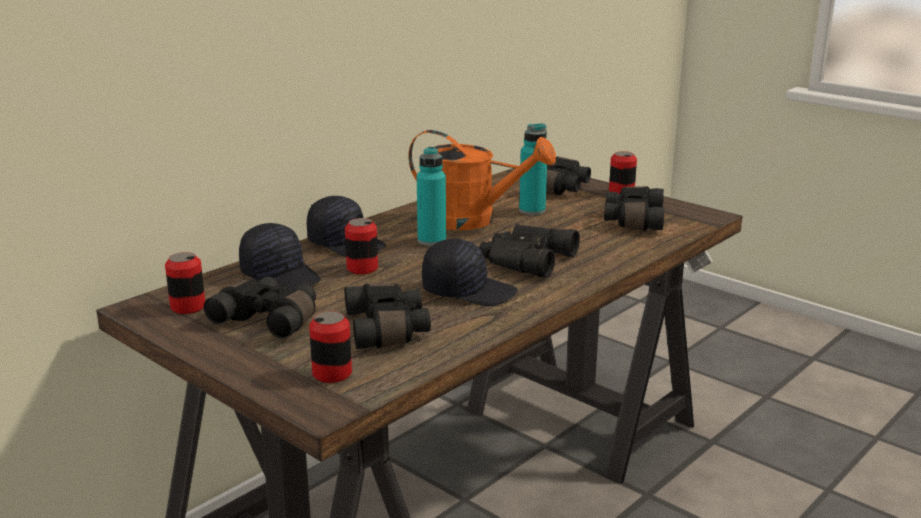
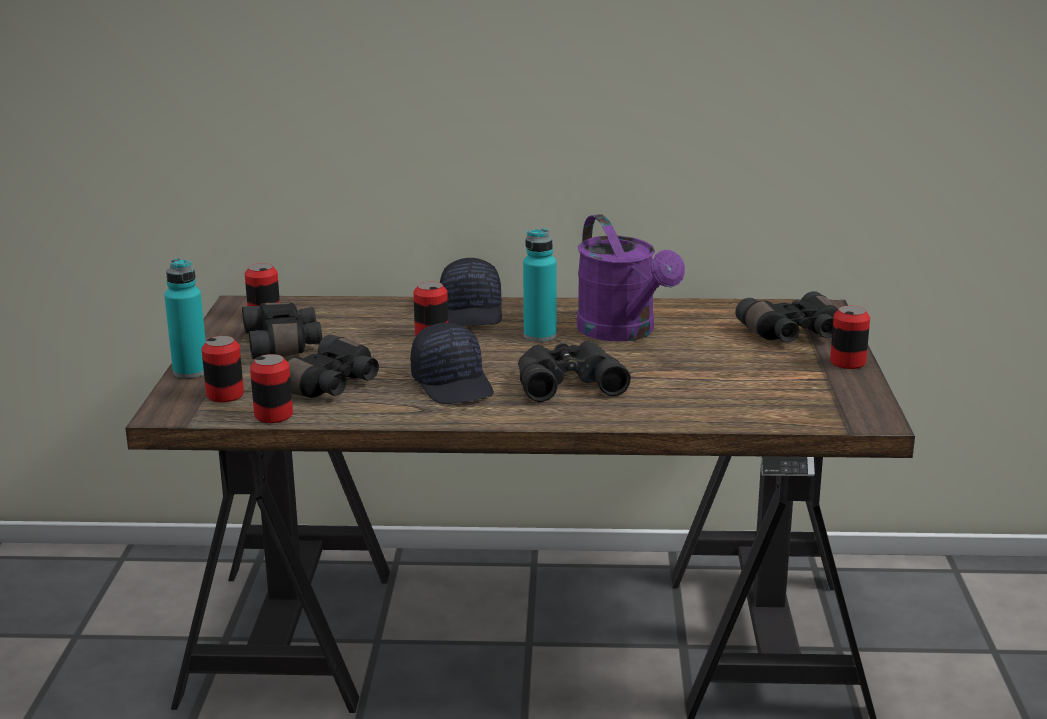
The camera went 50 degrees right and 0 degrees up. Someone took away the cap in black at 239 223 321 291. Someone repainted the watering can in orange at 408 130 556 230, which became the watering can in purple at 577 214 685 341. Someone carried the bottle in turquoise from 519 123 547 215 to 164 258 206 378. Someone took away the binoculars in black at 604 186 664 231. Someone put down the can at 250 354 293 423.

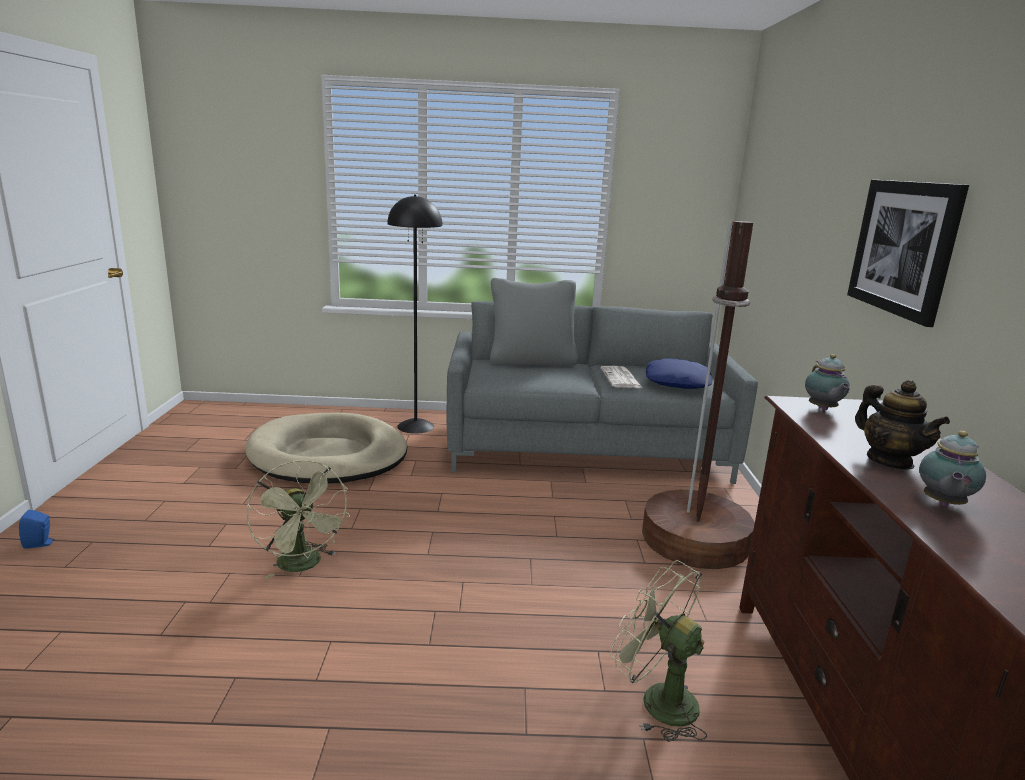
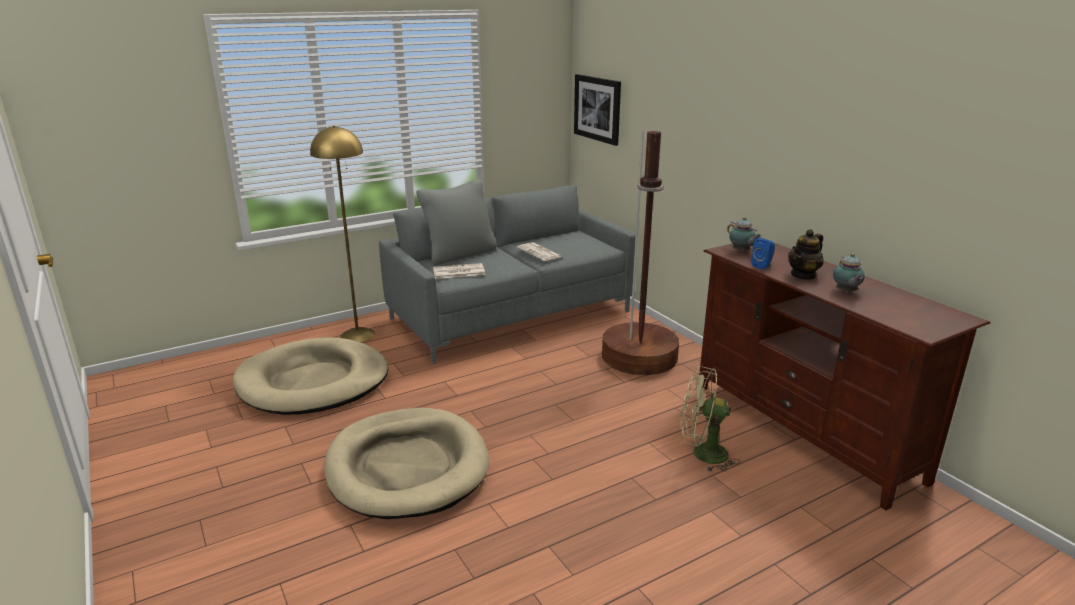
The camera went 30 degrees left and 5 degrees up. Someone carried the speaker in blue from 19 510 55 549 to 751 238 775 269. Someone swapped the fan in green at 246 460 350 580 for the dog bed in beige at 324 408 489 519. Someone repainted the floor lamp in black at 387 195 443 434, which became the floor lamp in yellow at 310 126 375 342. Someone took away the pillow in blue at 646 359 712 389. Someone carried the picture from 847 180 969 327 to 574 74 621 146. Someone rotated the teapot at 855 380 950 470 by 105 degrees clockwise. Someone put down the newspaper at 433 263 485 279.

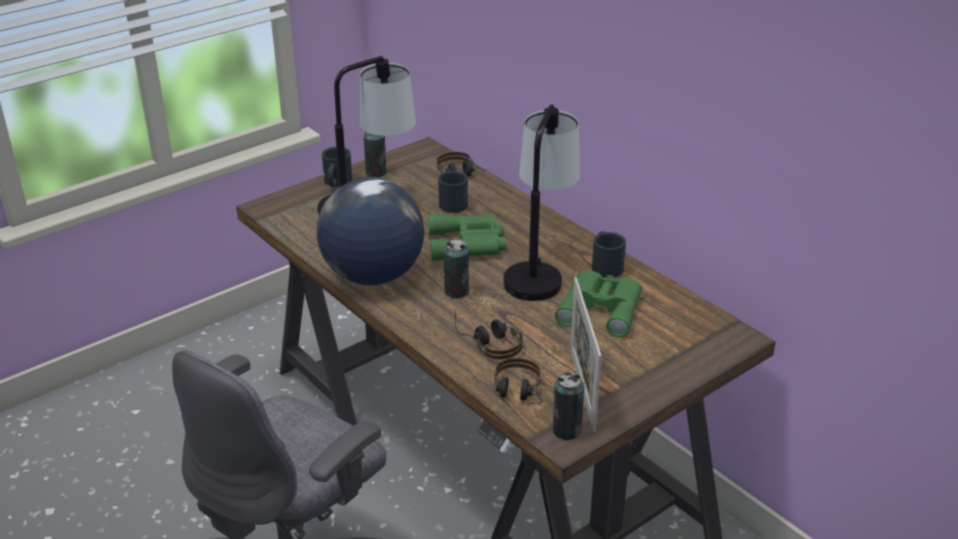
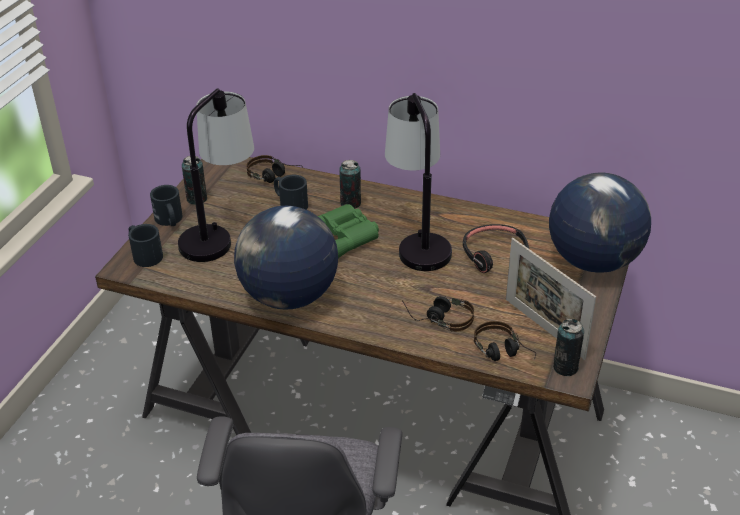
The camera went 30 degrees left and 5 degrees up. Someone carried the can from 444 239 469 298 to 339 160 361 209. Someone swapped the binoculars in green at 555 271 642 337 for the headphones in black at 463 224 529 273. Someone carried the mug in black from 592 231 626 278 to 128 224 163 267. Someone put down the globe at 549 173 651 272.

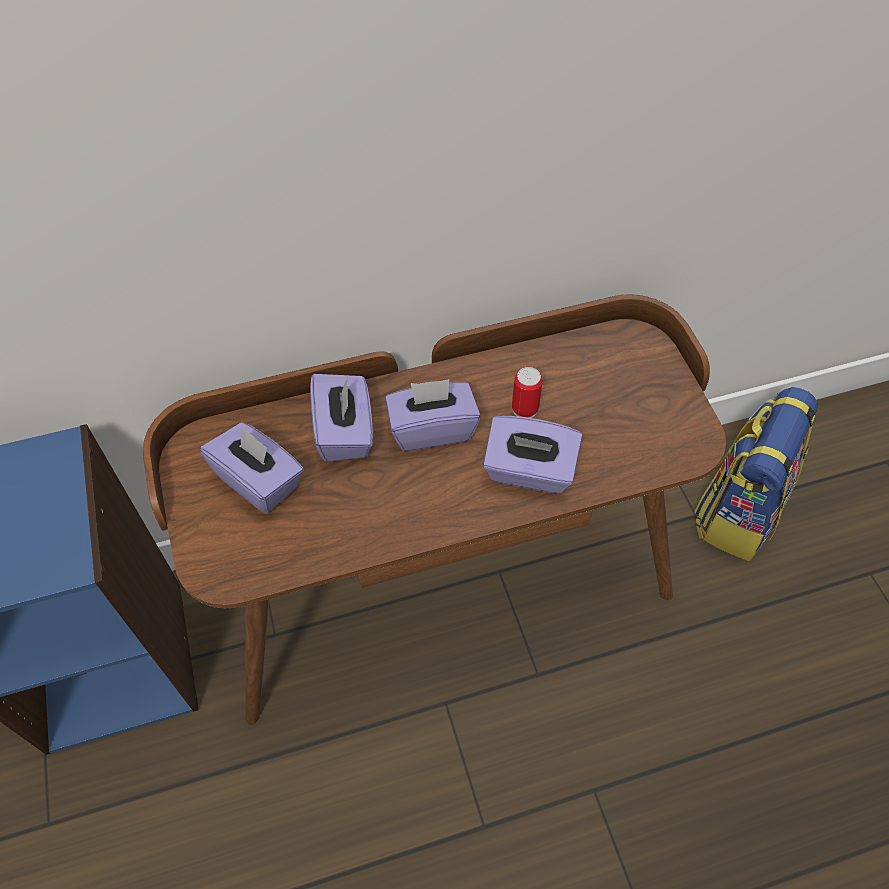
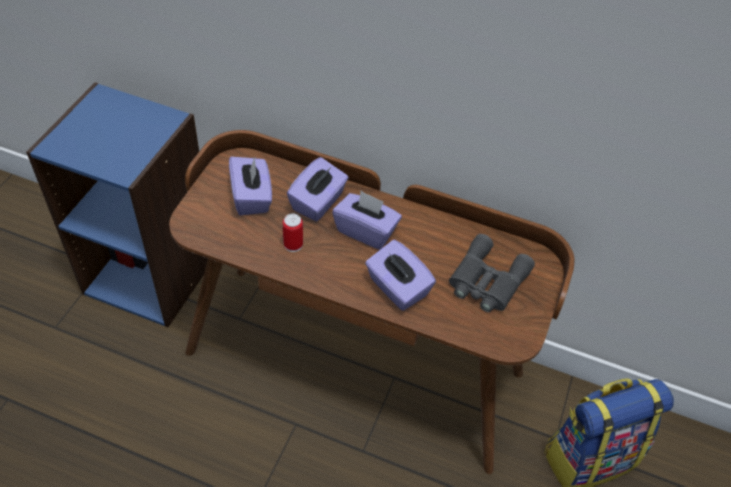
The camera went 35 degrees right and 5 degrees down. Someone carried the can from 512 367 543 418 to 283 214 303 252. Someone put down the binoculars in grey at 449 234 535 312.

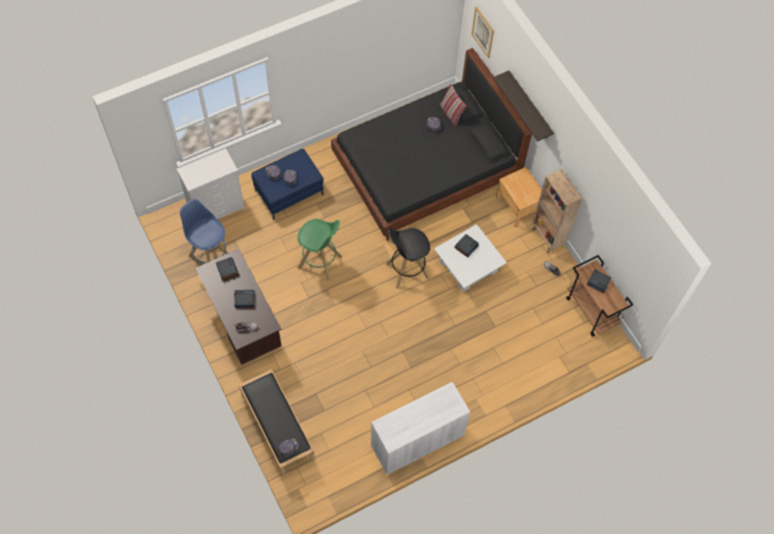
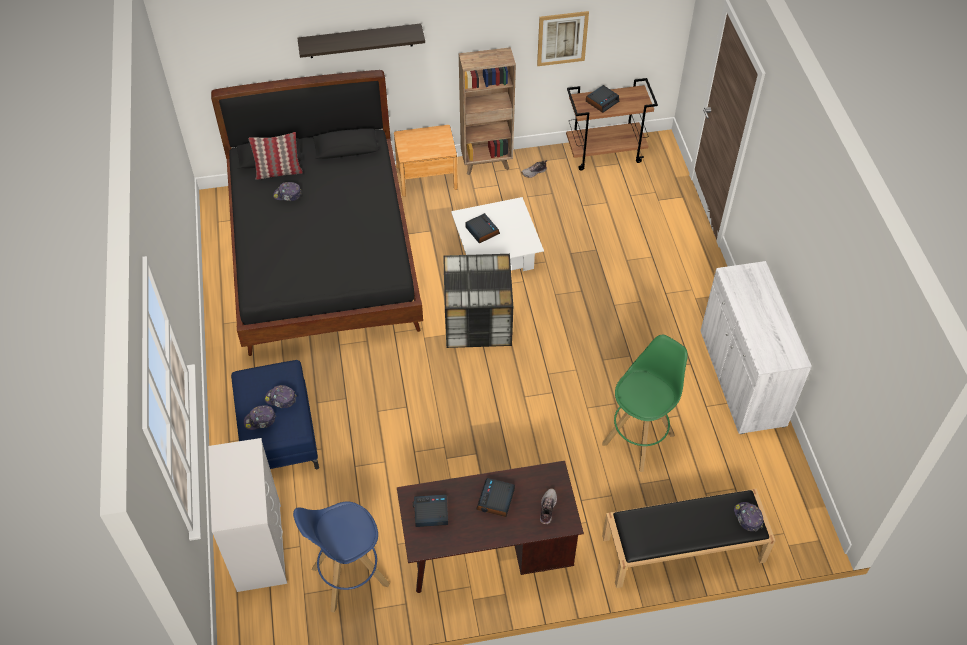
The camera went 70 degrees left and 10 degrees down. Someone carried the stool in green from 297 219 342 281 to 602 335 688 472. Someone swapped the stool in black at 386 228 430 289 for the storage box at 443 254 513 348. Someone carried the picture from 471 6 494 59 to 537 11 589 66.

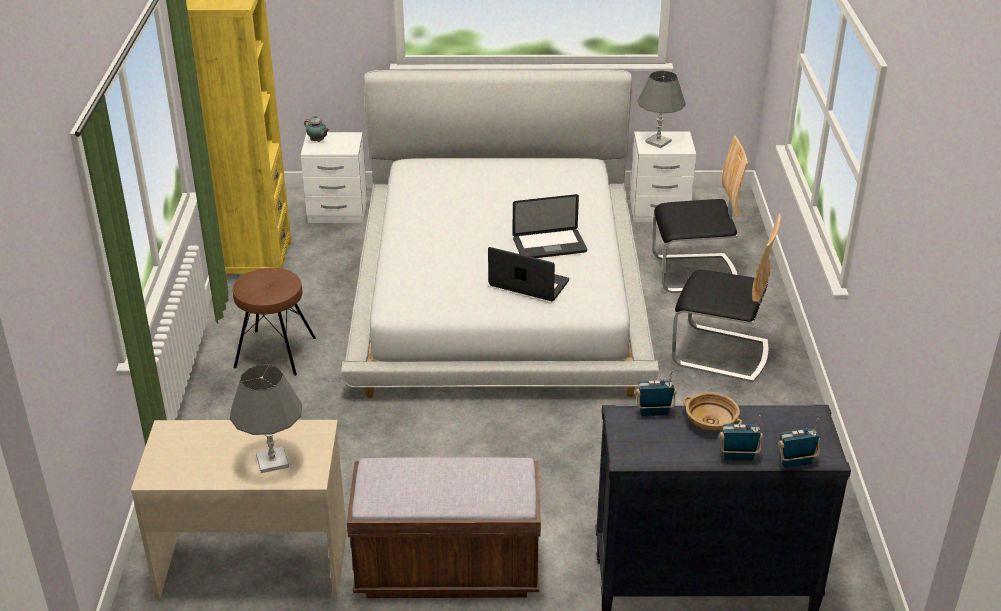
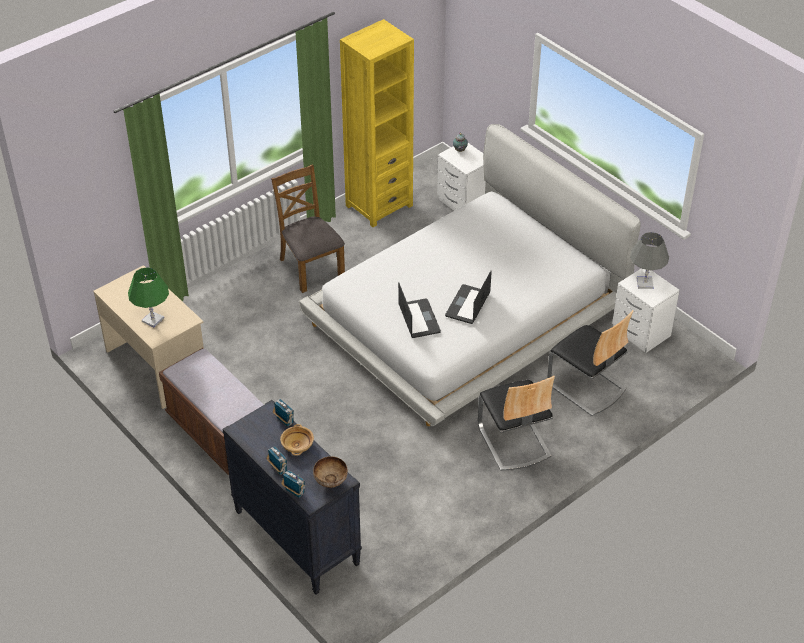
The camera went 50 degrees right and 10 degrees up. Someone repainted the table lamp in grey at 230 365 302 473, which became the table lamp in green at 128 267 169 328. Someone swapped the stool in brown at 233 268 316 376 for the chair in brown at 271 165 345 293. Someone rotated the laptop at 513 194 587 258 by 75 degrees clockwise. Someone put down the bowl at 313 456 348 488.

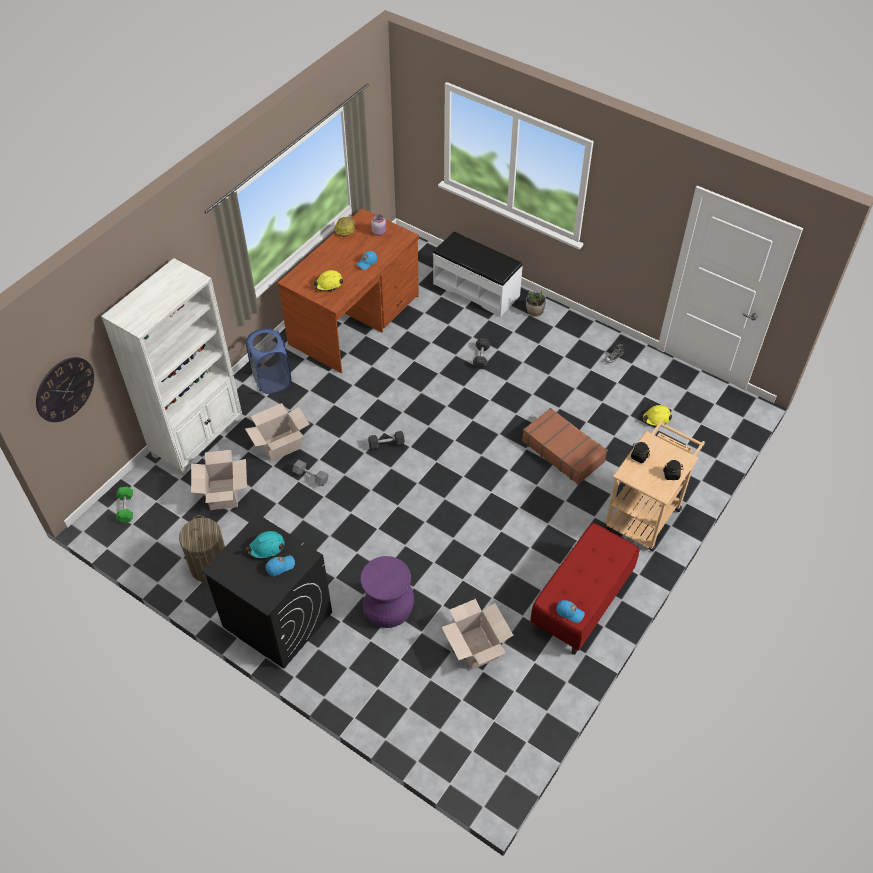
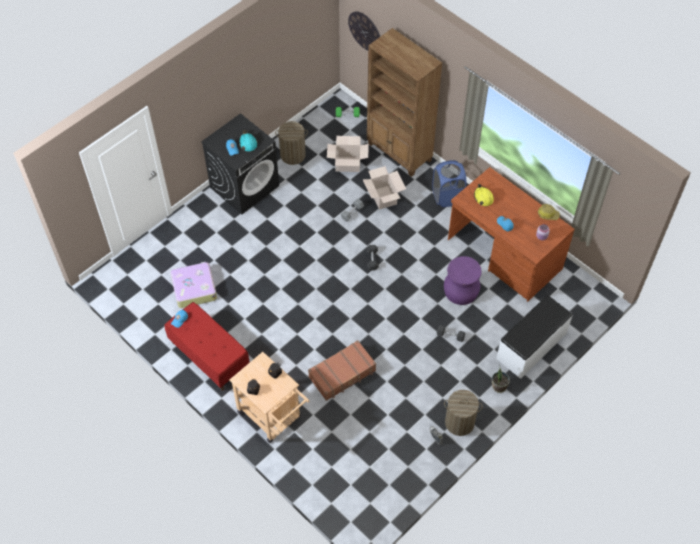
The camera went 100 degrees right and 5 degrees up. Someone repainted the bookcase in white at 101 258 242 476, which became the bookcase in brown at 367 28 442 177. Someone carried the stool in purple from 360 556 414 628 to 444 256 482 305. Someone swapped the cardboard box at 441 599 514 670 for the suitcase at 170 262 217 308. Someone took away the hard hat in yellow at 642 405 672 427. Someone put down the laundry basket at 444 390 483 436.

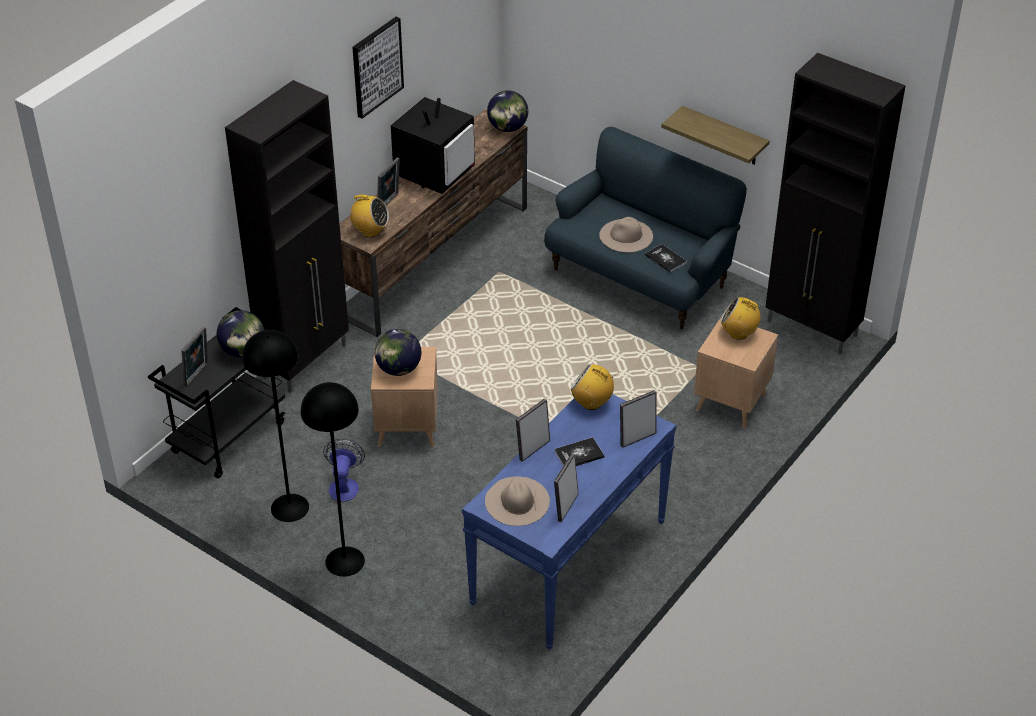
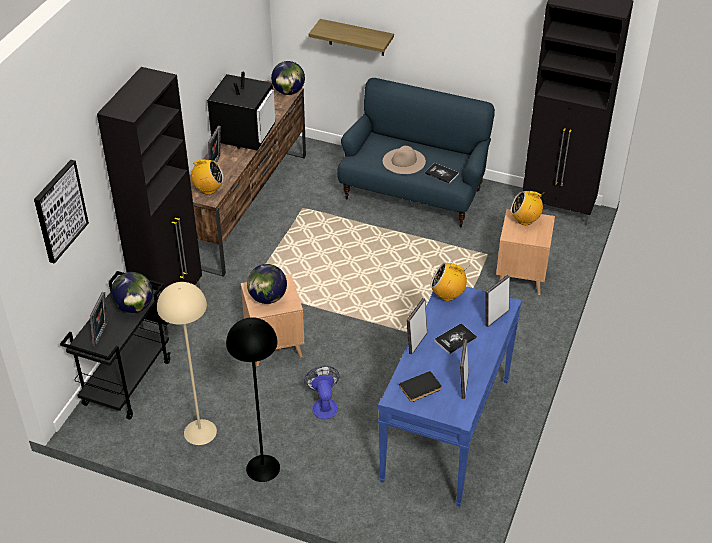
The camera went 15 degrees left and 0 degrees up. Someone repainted the floor lamp in black at 242 330 309 522, which became the floor lamp in beige at 157 282 217 445. Someone carried the fan from 323 438 365 502 to 304 366 340 419. Someone carried the picture from 352 17 404 119 to 34 160 89 264. Someone swapped the hat in beige at 485 477 550 526 for the book in black at 399 371 442 402. Someone carried the shelf from 661 106 769 165 to 308 19 394 56.

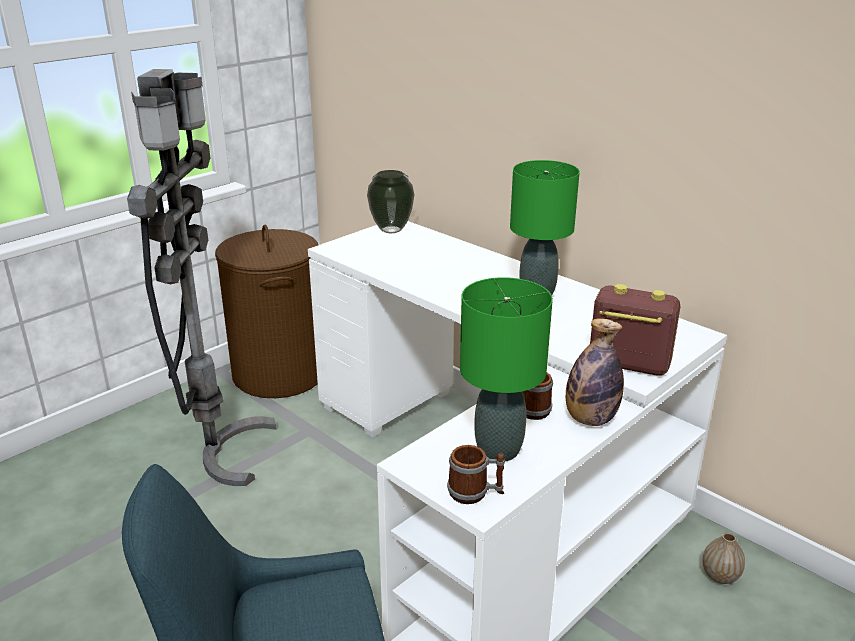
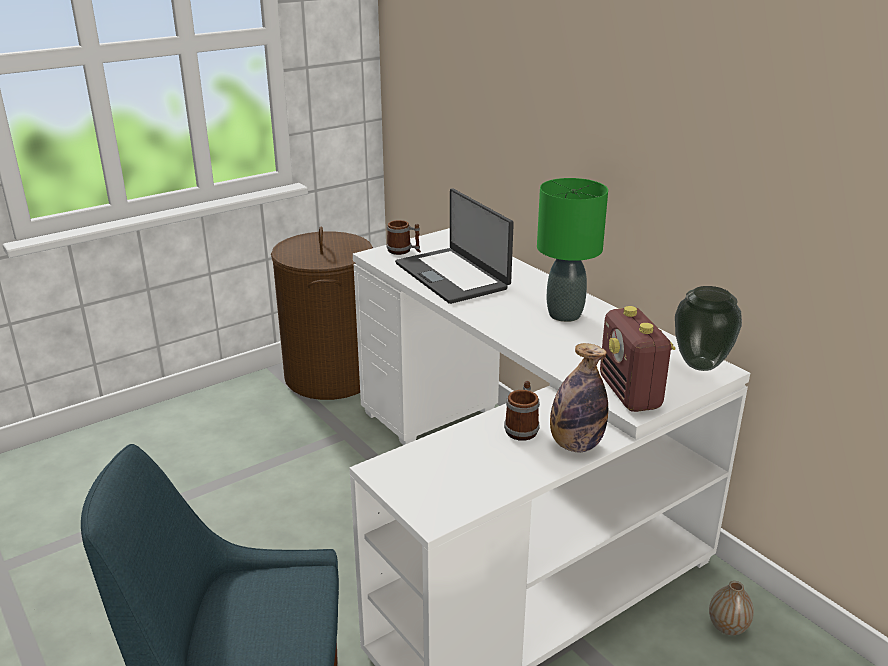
The camera went 10 degrees right and 0 degrees up. Someone took away the floor lamp in grey at 127 69 277 486. Someone carried the vase from 367 170 414 233 to 675 286 742 371. Someone carried the mug from 447 445 505 504 to 387 220 421 255. Someone took away the table lamp in green at 460 277 553 462. Someone rotated the radio at 590 284 680 376 by 135 degrees counterclockwise. Someone put down the laptop at 395 189 514 304.

